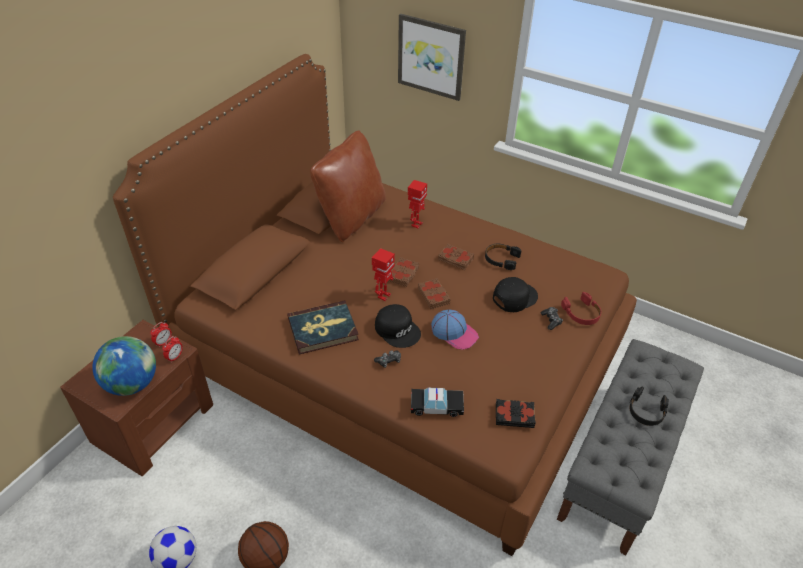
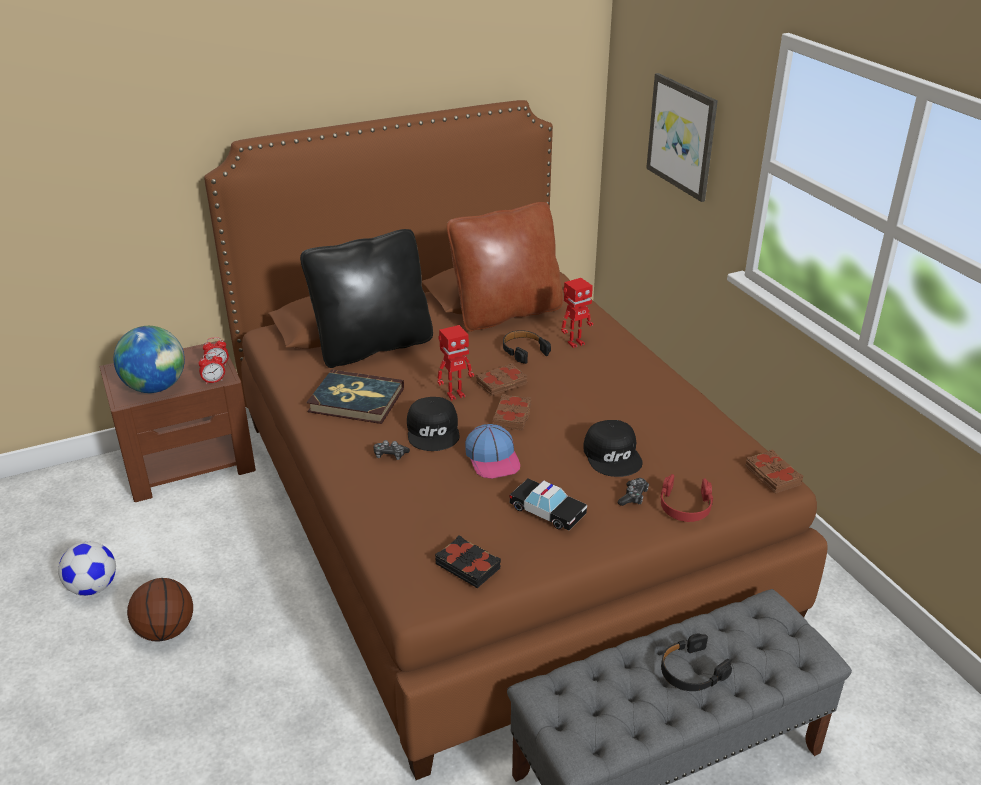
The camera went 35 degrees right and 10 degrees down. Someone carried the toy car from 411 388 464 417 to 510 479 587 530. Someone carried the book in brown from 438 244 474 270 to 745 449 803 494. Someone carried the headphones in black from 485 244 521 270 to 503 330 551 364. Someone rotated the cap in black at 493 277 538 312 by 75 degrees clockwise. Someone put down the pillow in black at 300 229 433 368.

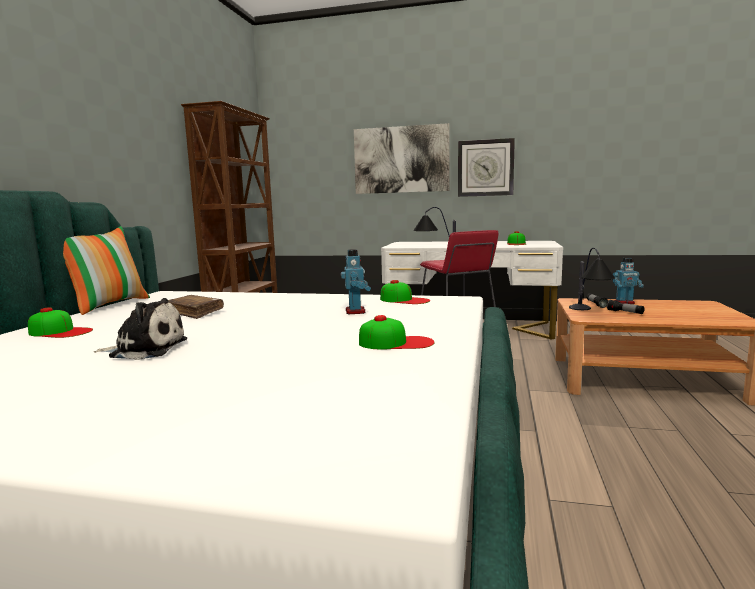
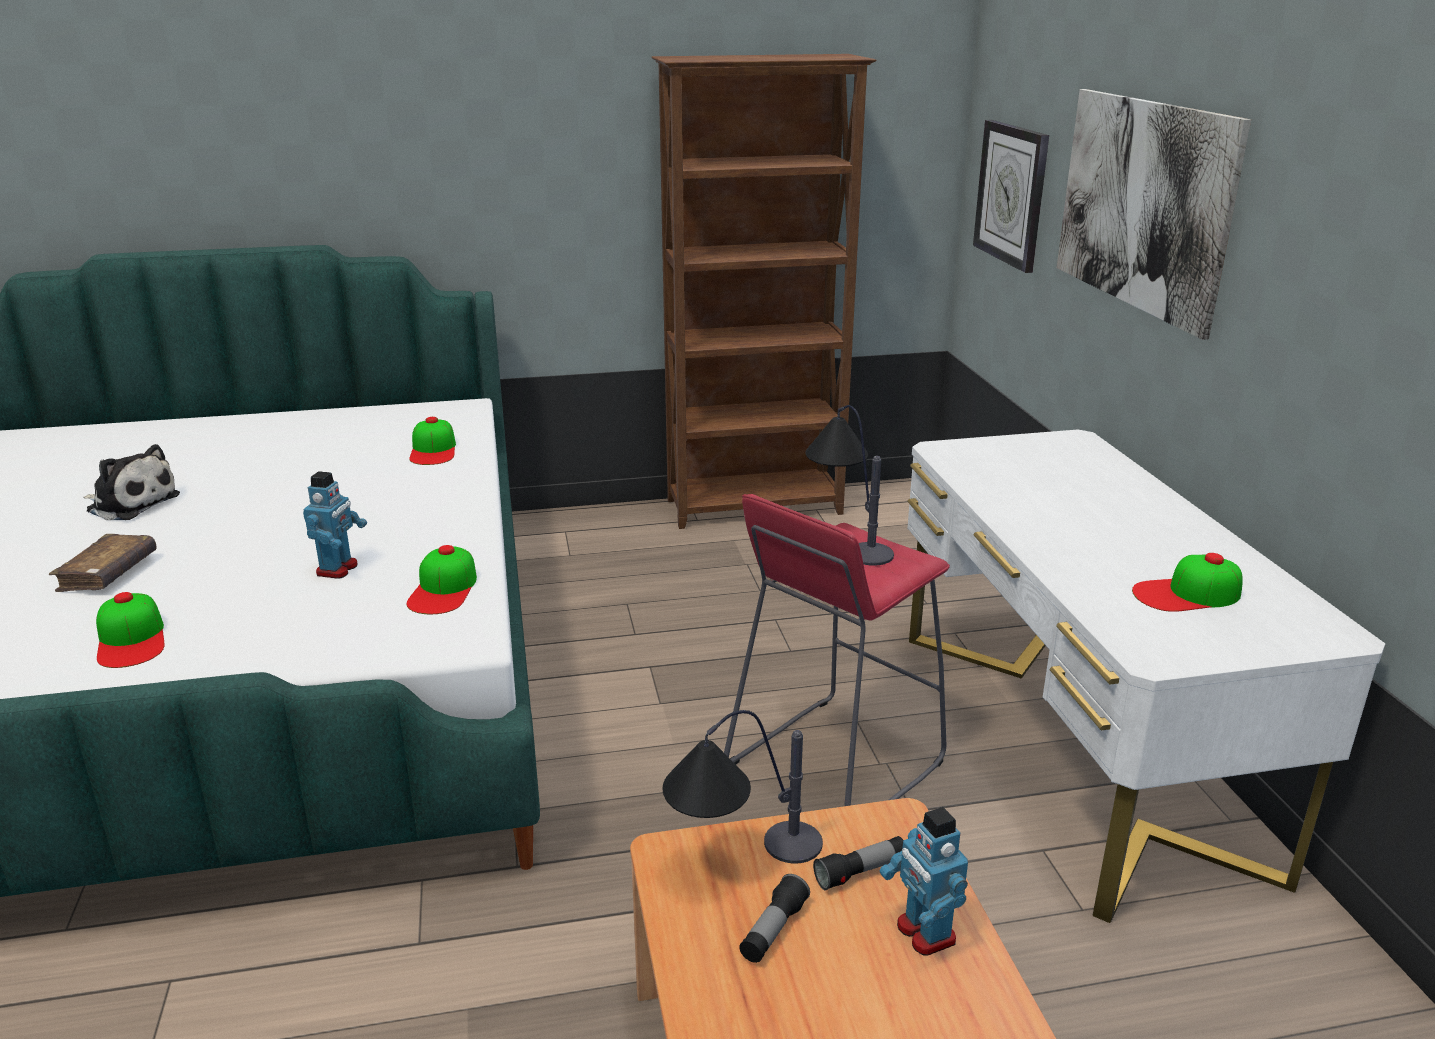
The camera went 65 degrees right and 15 degrees up. Someone carried the cap from 28 307 93 338 to 409 417 456 465. Someone took away the pillow at 63 226 150 315. Someone rotated the plush toy at 94 298 187 360 by 45 degrees counterclockwise. Someone carried the book in brown from 168 295 224 319 to 49 534 157 592. Someone rotated the toy robot at 341 249 371 314 by 45 degrees counterclockwise. Someone carried the wall clock from 458 138 515 197 to 973 120 1049 273.

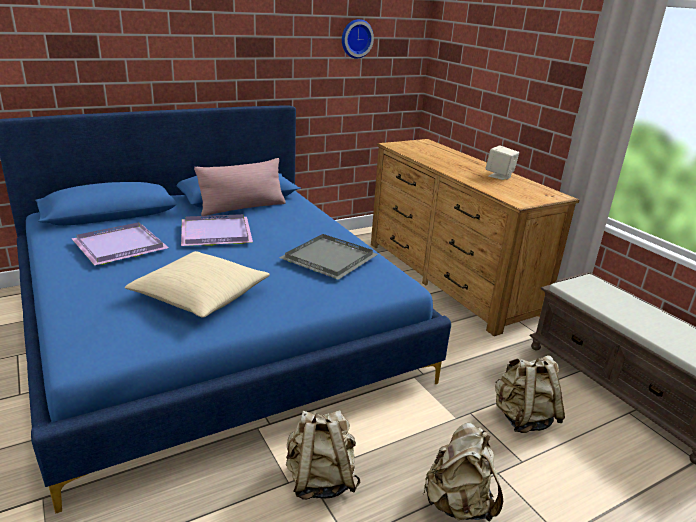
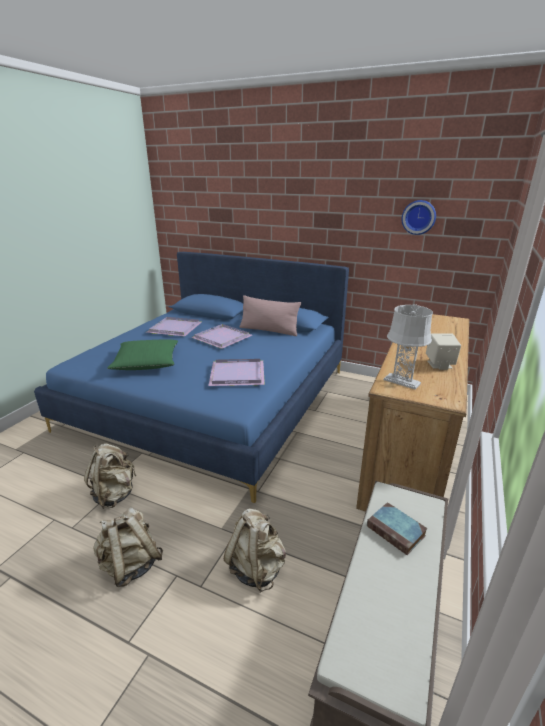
The camera went 55 degrees right and 0 degrees up. Someone repainted the pillow in beige at 125 251 270 318, which became the pillow in green at 107 339 178 370. Someone repainted the tray in grey at 279 234 378 280, which became the tray in purple at 208 359 265 386. Someone put down the book at 367 502 428 555. Someone put down the table lamp in grey at 384 304 433 390.

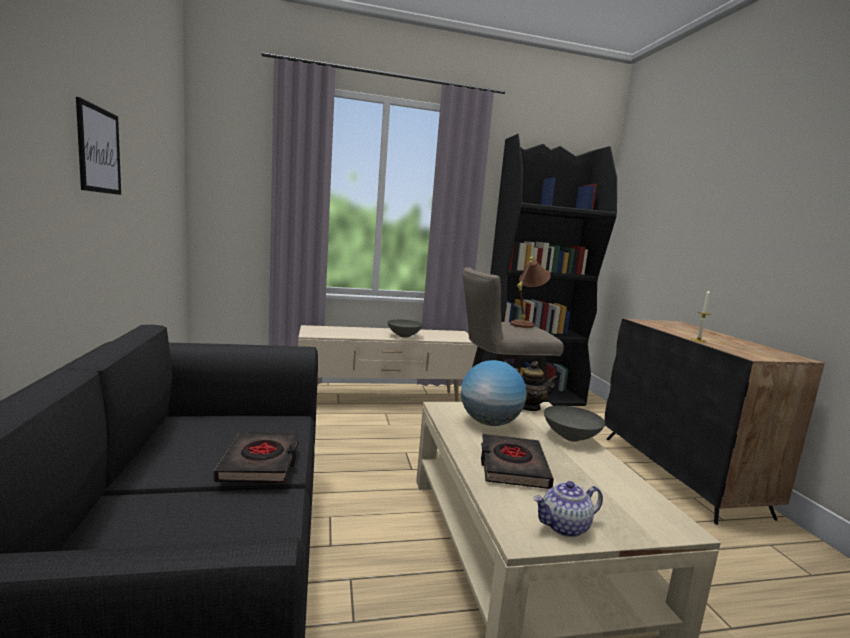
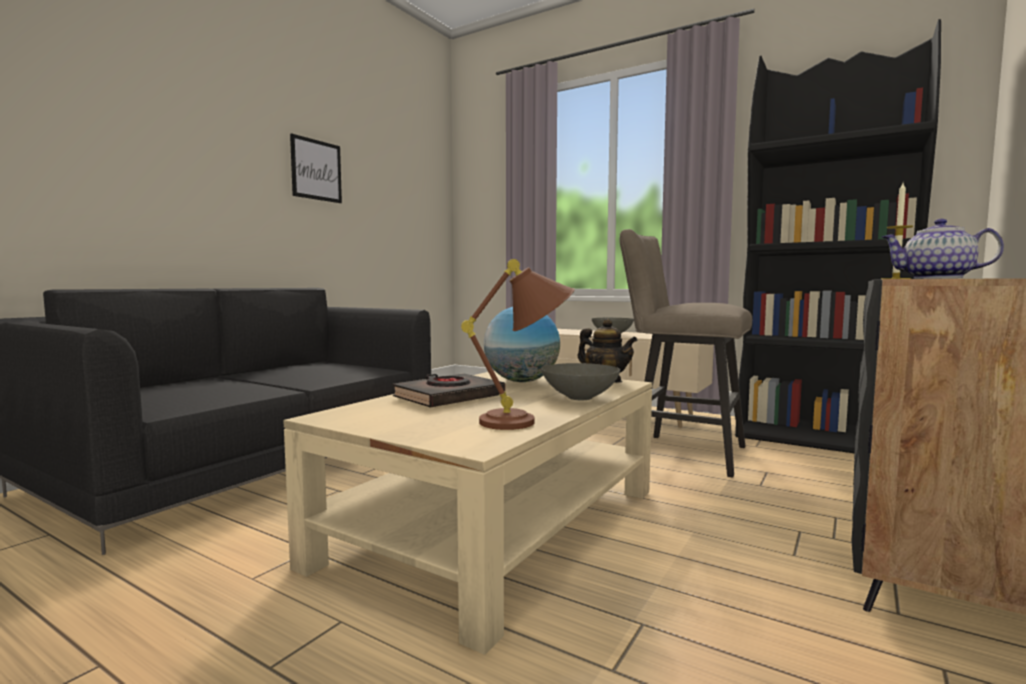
The camera went 45 degrees right and 5 degrees down. Someone took away the book in black at 214 432 299 483. Someone carried the table lamp in brown from 510 257 551 328 to 461 259 575 430. Someone carried the teapot from 533 481 603 537 to 881 219 1004 279.

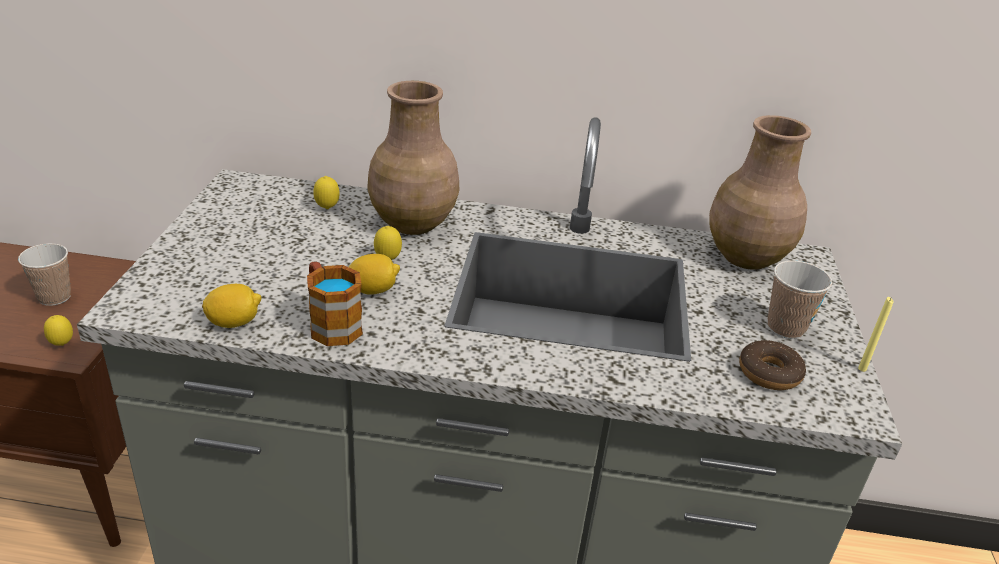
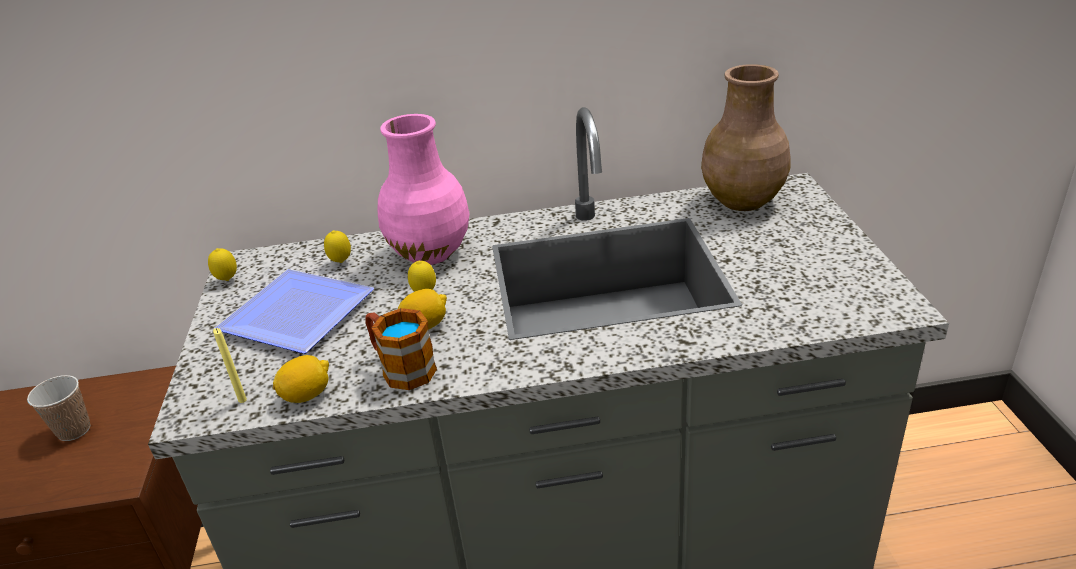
The camera went 10 degrees left and 0 degrees up. Someone carried the lemon from 44 315 73 346 to 208 248 237 281. Someone repainted the vase in brown at 367 81 459 235, which became the vase in pink at 378 114 470 265. Someone took away the donut at 739 340 806 390. Someone took away the cup at 768 260 832 339. Someone carried the candle in yellow from 858 297 894 372 to 213 328 247 403. Someone put down the plate at 214 269 374 354.

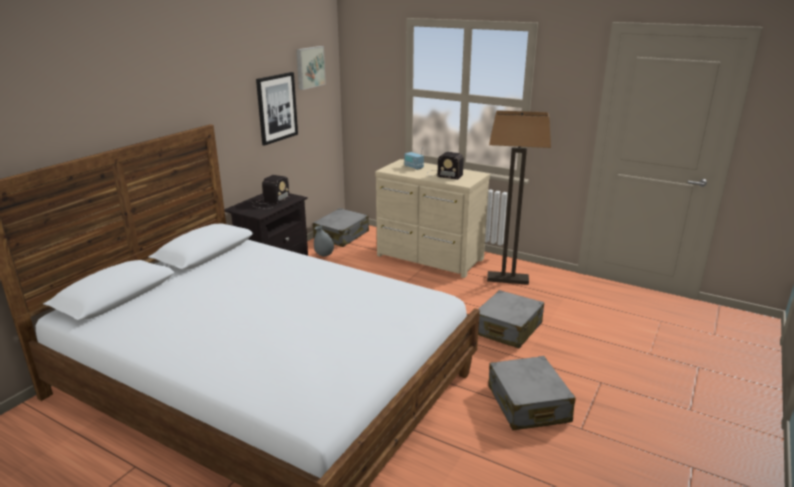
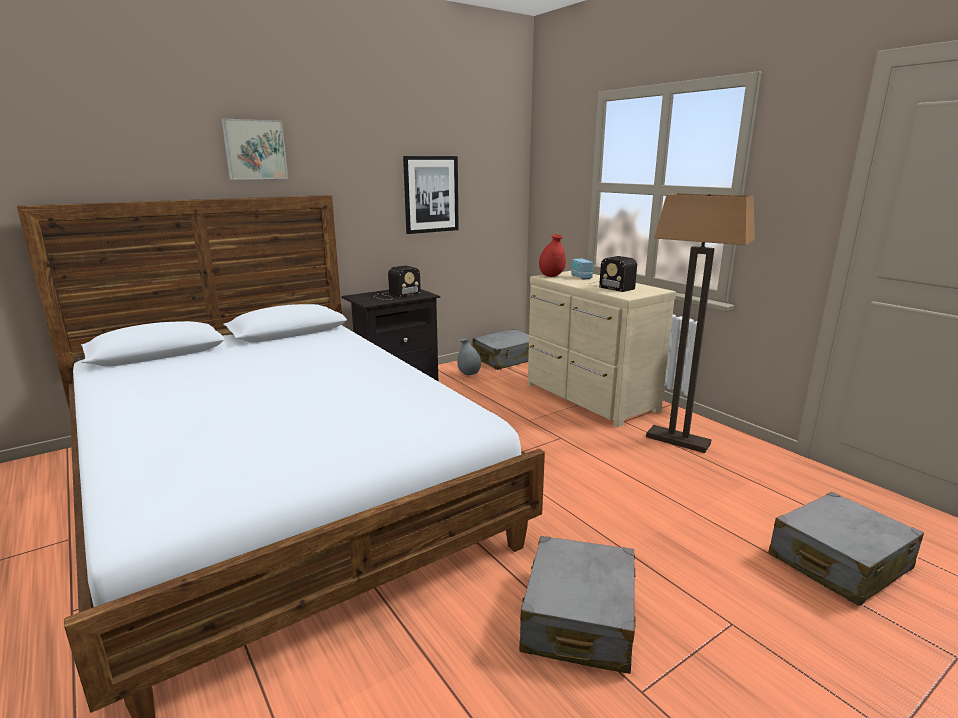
The camera went 25 degrees right and 5 degrees down. Someone carried the picture from 296 46 326 90 to 221 119 288 180. Someone carried the suitcase in grey from 478 290 544 348 to 768 492 924 606. Someone put down the vase in red at 539 234 566 277.

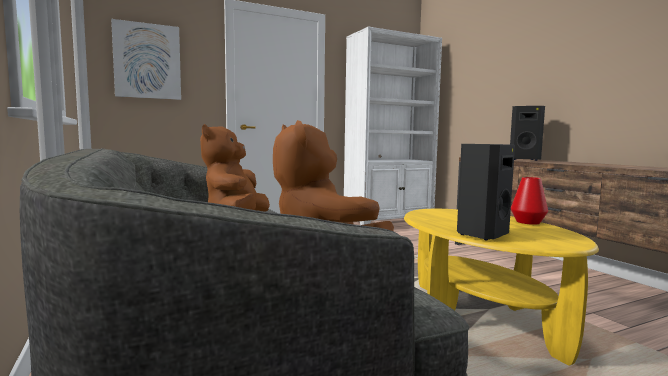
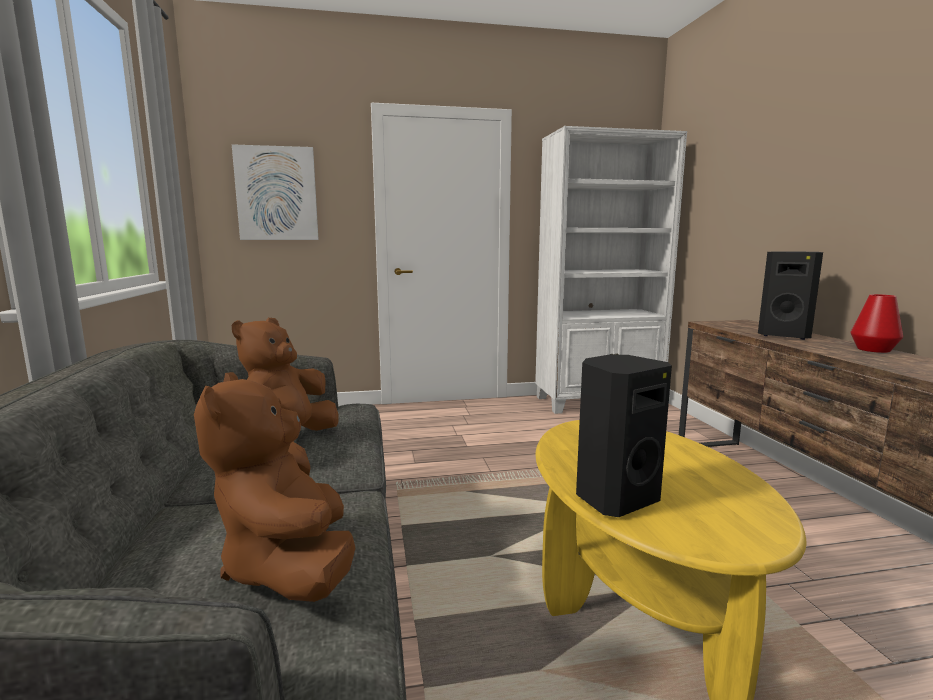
The camera went 15 degrees right and 5 degrees up. Someone carried the vase in red from 511 177 548 225 to 851 294 903 353.

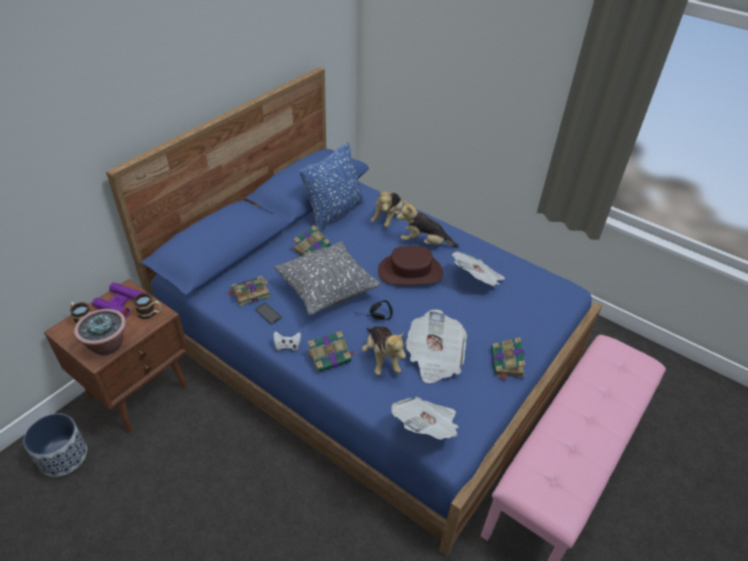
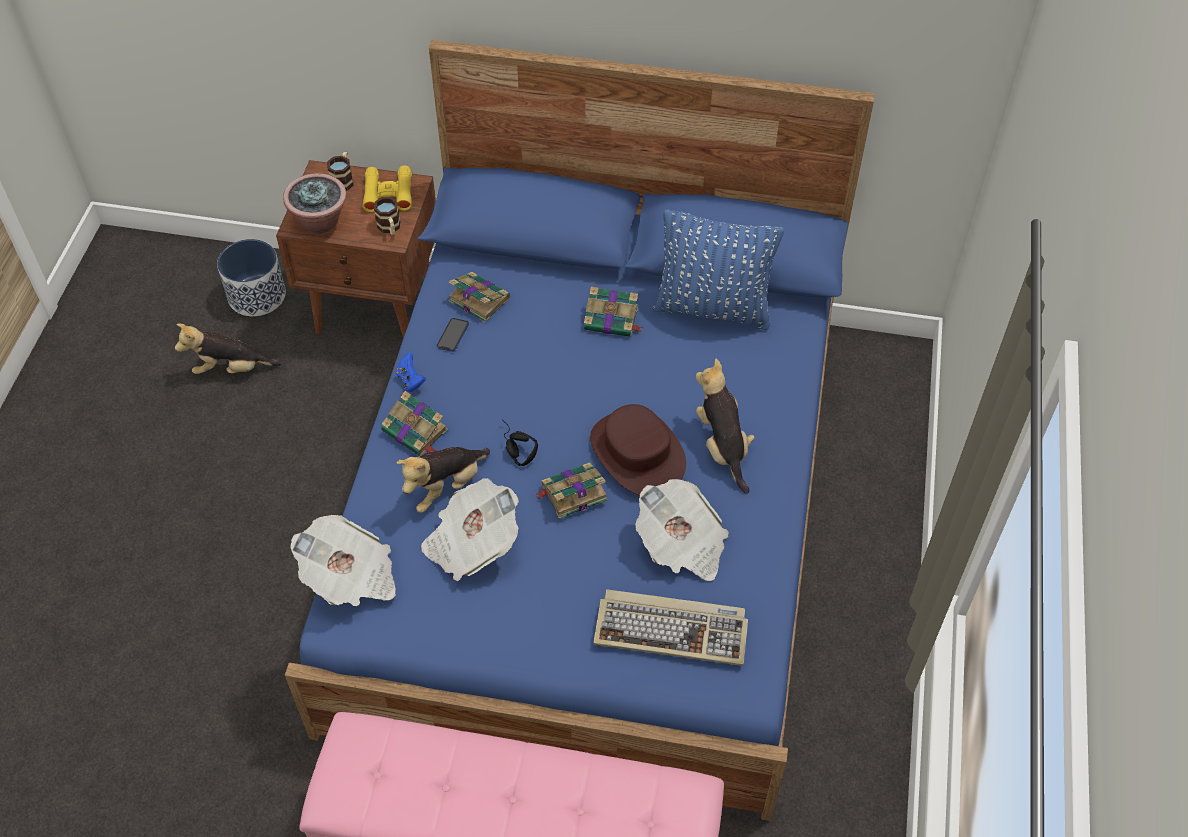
The camera went 65 degrees right and 10 degrees up. Someone repainted the binoculars in purple at 92 282 144 319, which became the binoculars in yellow at 363 165 412 212. Someone repainted the game controller in white at 273 331 301 351, which became the game controller in blue at 396 353 426 393. Someone took away the pillow in grey at 274 241 380 315. Someone carried the plush toy from 371 192 403 228 to 175 323 282 374. Someone carried the book from 491 337 526 381 to 535 463 607 519. Someone put down the keyboard at 593 589 748 666.

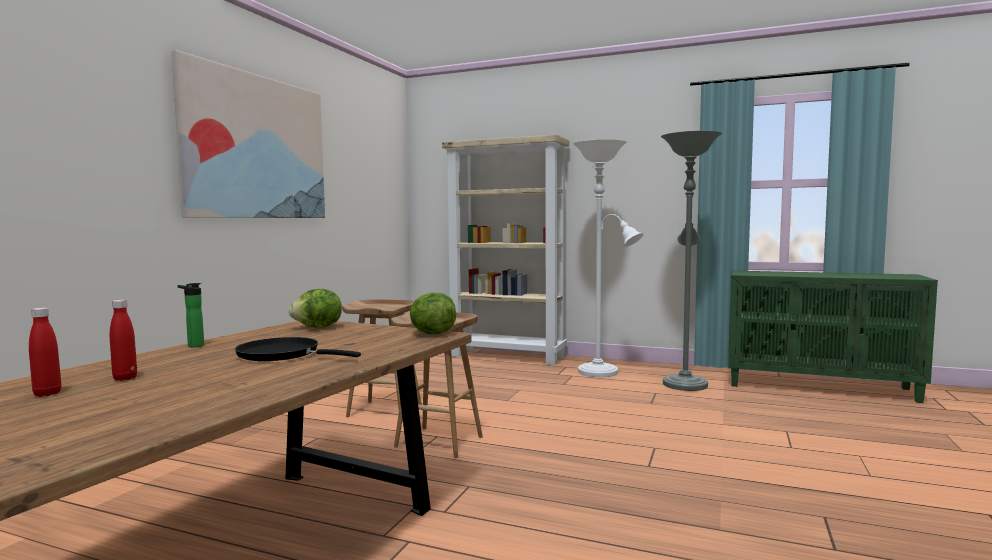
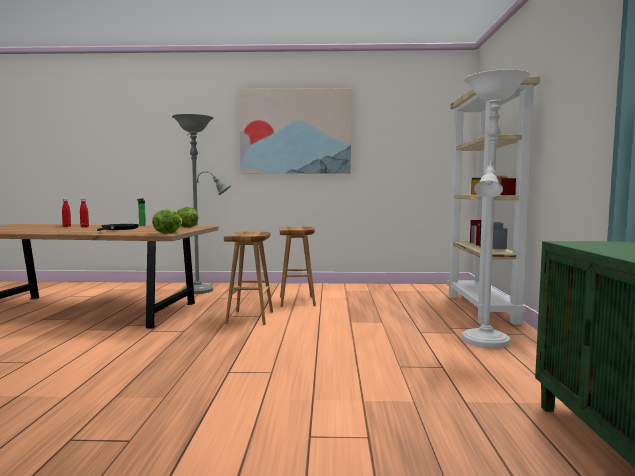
The camera went 70 degrees right and 0 degrees up. Someone carried the floor lamp in grey from 661 131 722 391 to 172 114 231 294.

